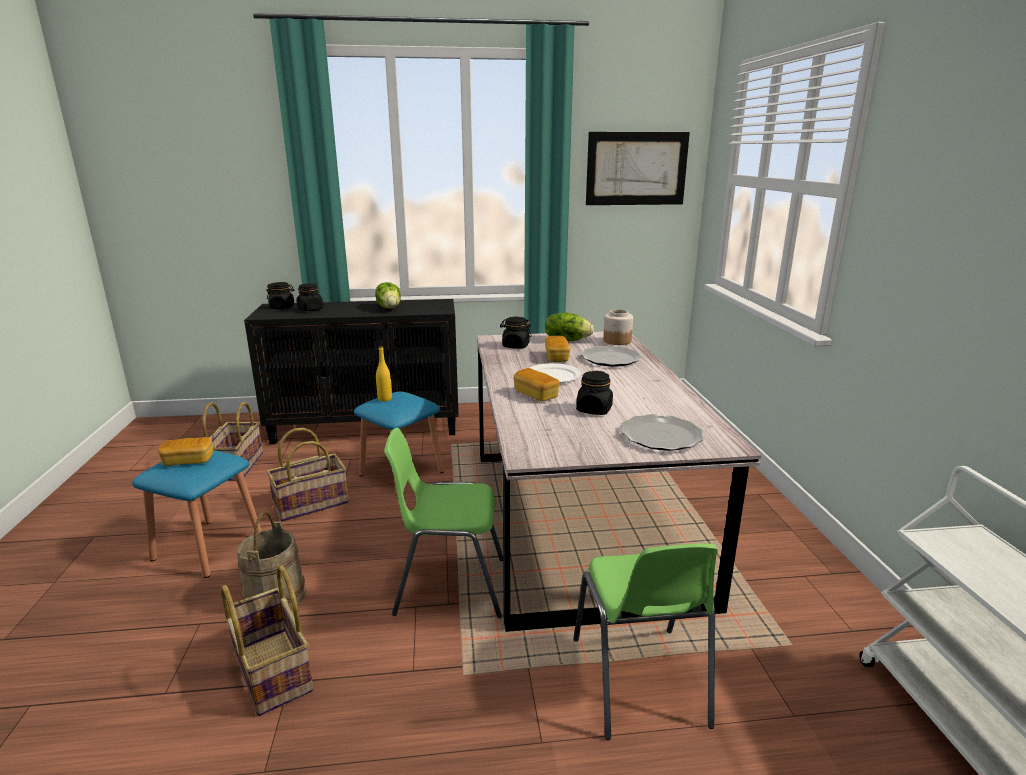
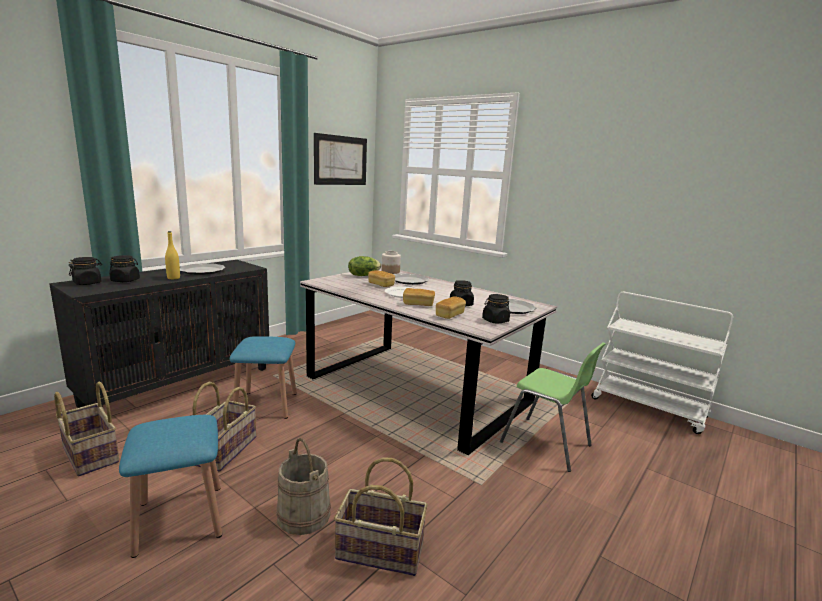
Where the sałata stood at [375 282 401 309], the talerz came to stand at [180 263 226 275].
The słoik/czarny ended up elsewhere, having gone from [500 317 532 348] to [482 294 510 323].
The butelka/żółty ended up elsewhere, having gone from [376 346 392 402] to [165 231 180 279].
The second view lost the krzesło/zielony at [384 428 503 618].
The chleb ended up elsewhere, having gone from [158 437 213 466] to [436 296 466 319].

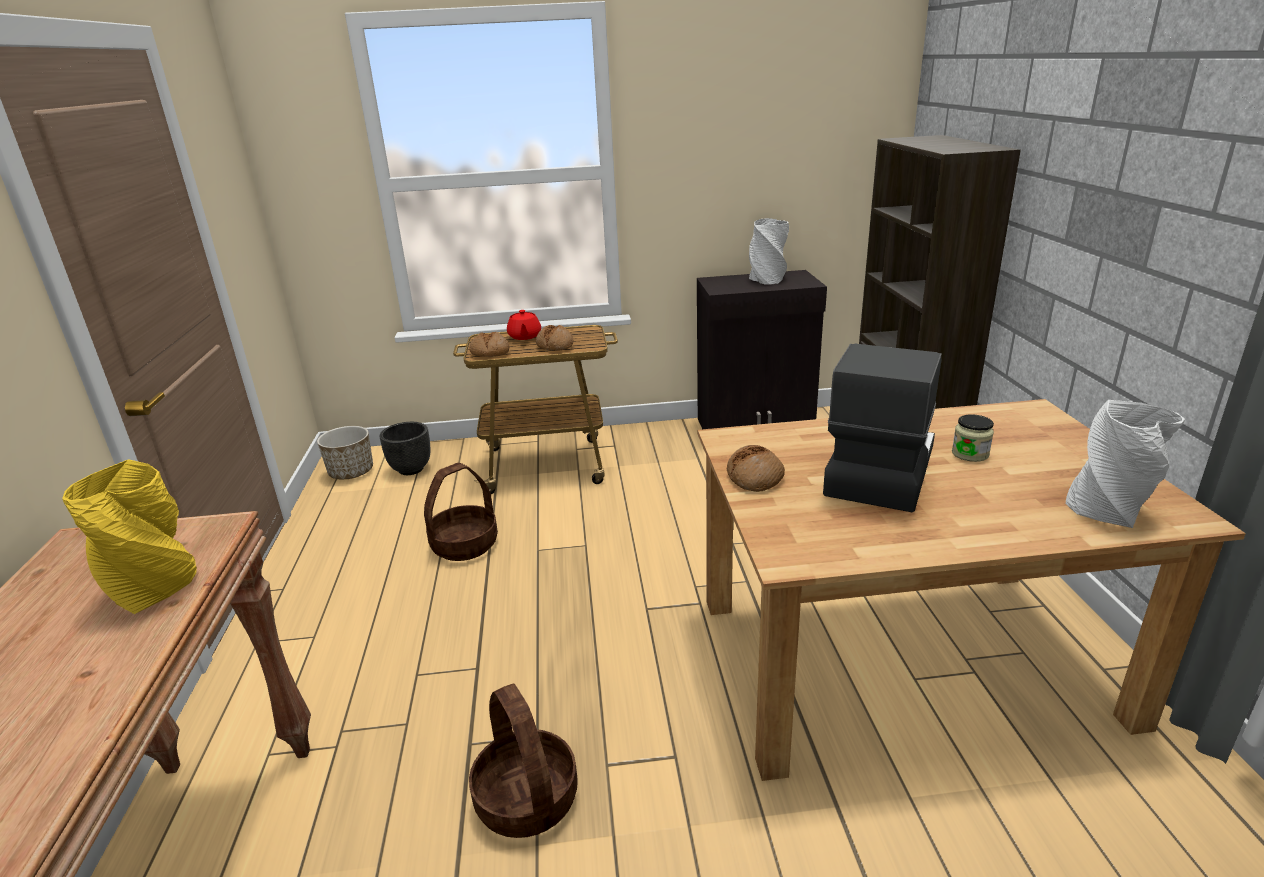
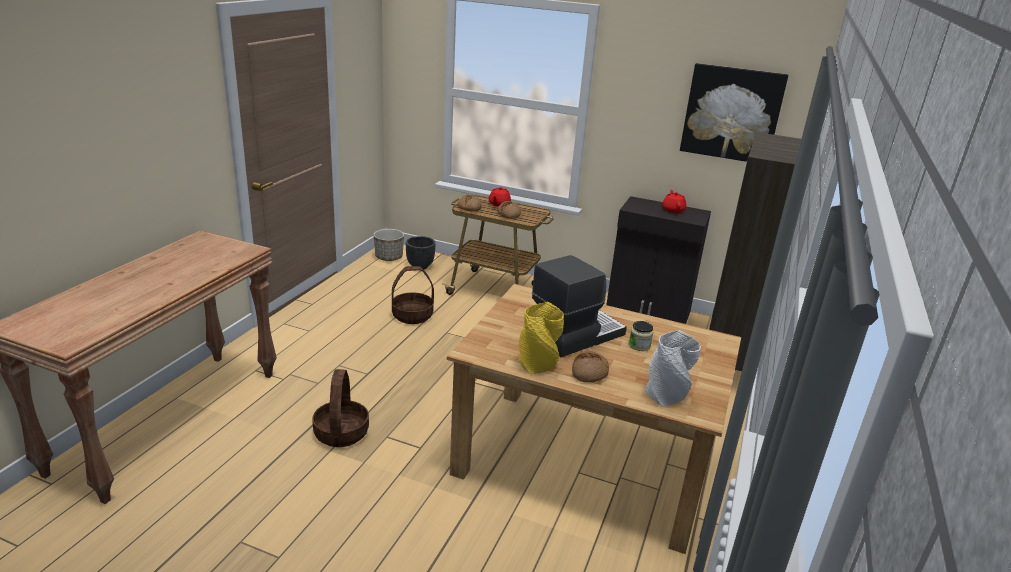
Where the wazon/szary stood at [749 218 789 285], the imbryk/czerwony came to stand at [662 190 687 213].
The chleb ended up elsewhere, having gone from [727 445 785 492] to [572 351 609 382].
The wazon/żółty ended up elsewhere, having gone from [62 459 197 614] to [518 302 564 375].
The second view gained the obraz at [680 63 788 162].

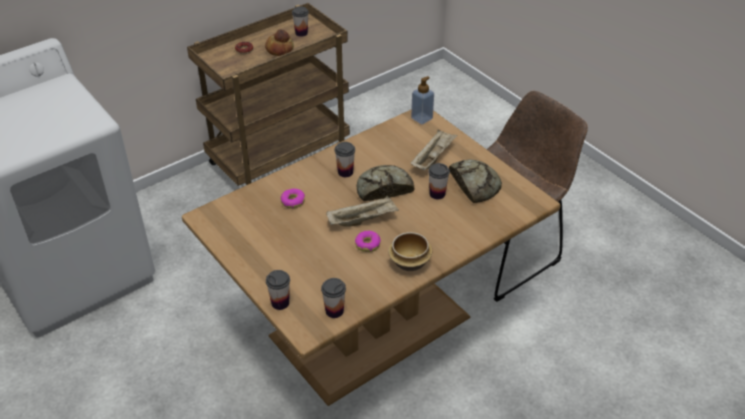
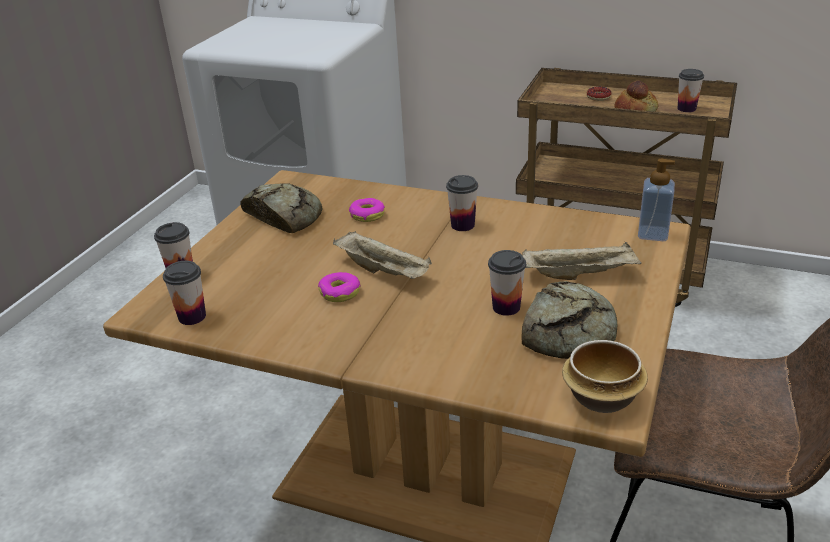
The chleb ended up elsewhere, having gone from [357 165 414 201] to [241 183 322 233].
The miska ended up elsewhere, having gone from [388 232 433 271] to [562 340 648 413].

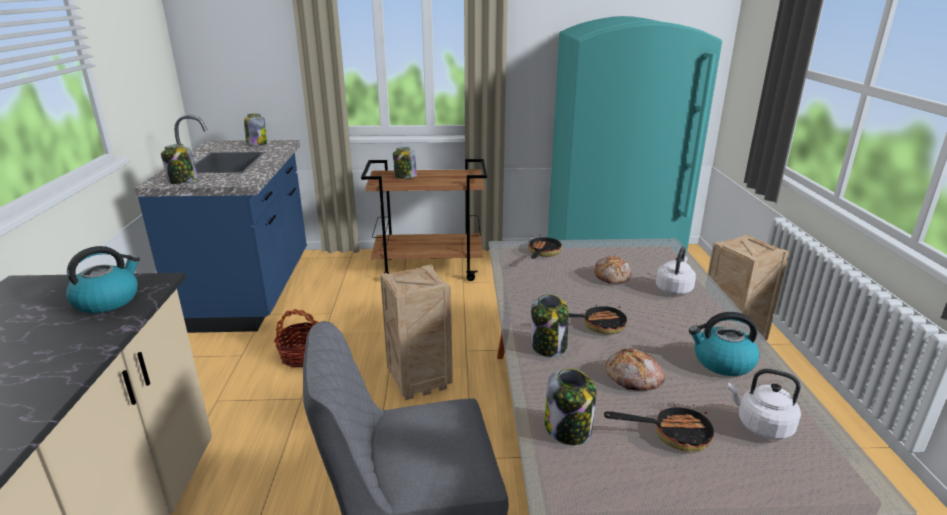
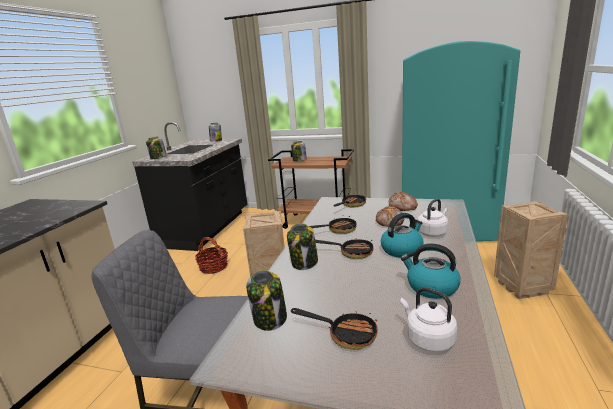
What was the zabudowa kuchenna/niebieski at [135 115 307 333] turned into the zabudowa kuchenna/czarny at [132 122 247 251].
The czajnik ended up elsewhere, having gone from [66 246 140 313] to [381 213 424 258].
The chleb ended up elsewhere, having gone from [605 348 665 391] to [389 192 418 211].
The second view gained the patelnia at [309 216 357 234].

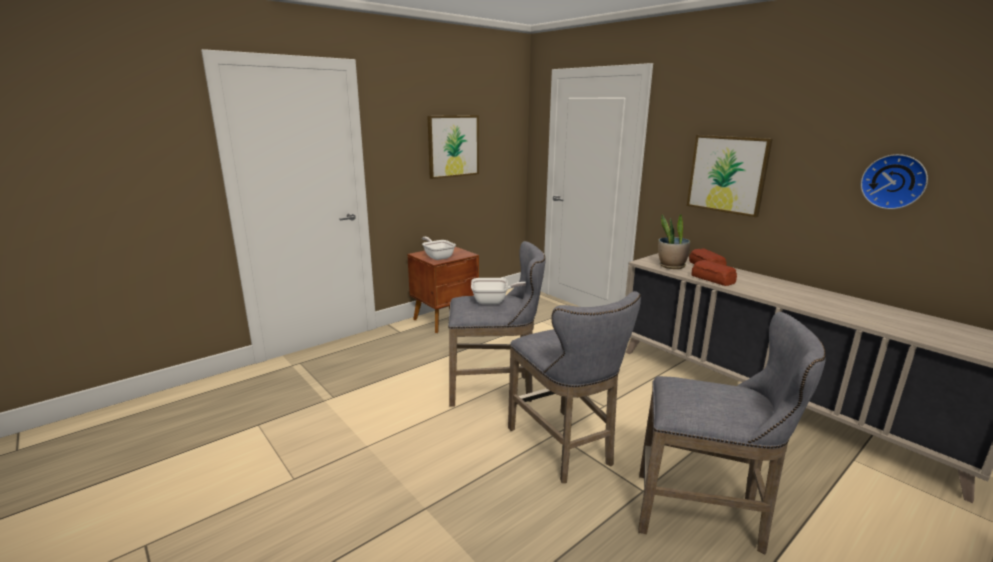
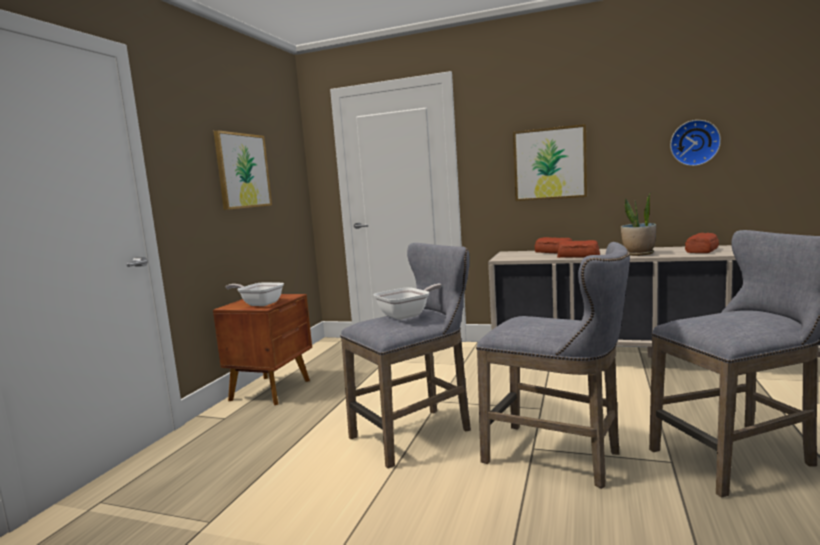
The roślina doniczkowa ended up elsewhere, having gone from [658 214 690 269] to [621 194 656 256].
The second view gained the chleb at [685 233 719 253].

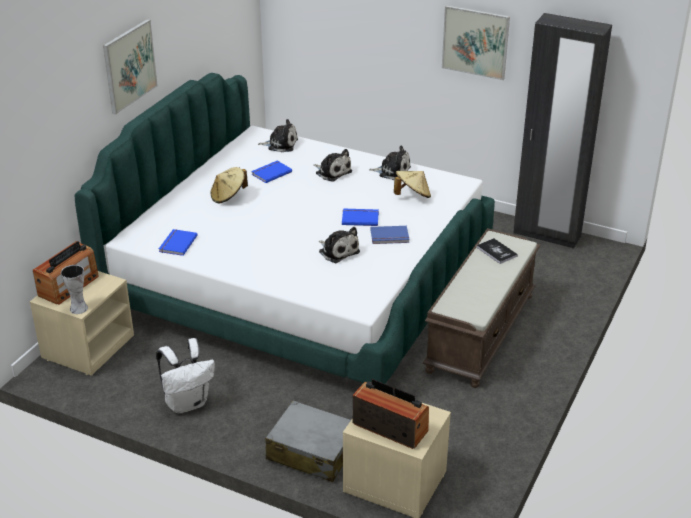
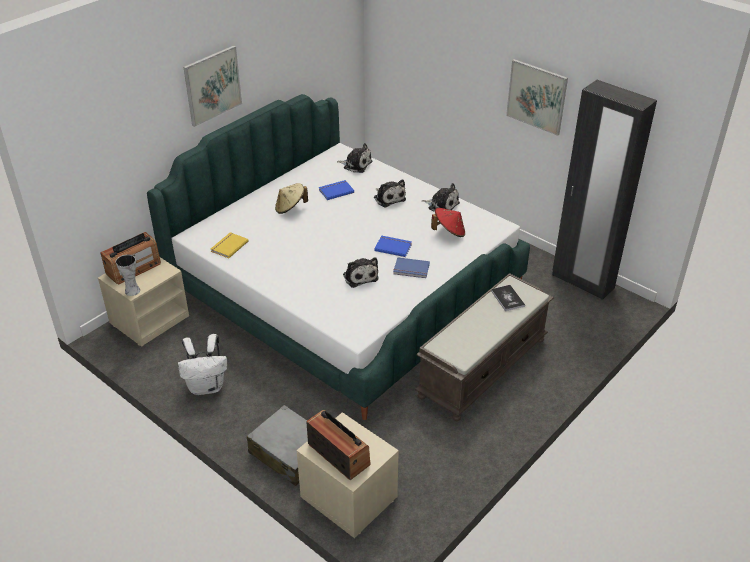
What was the kapelusz/beżowy at [394 171 431 198] turned into the kapelusz/czerwony at [431 208 465 237].
What was the książka/niebieski at [159 229 197 256] turned into the książka/żółty at [211 232 248 258].

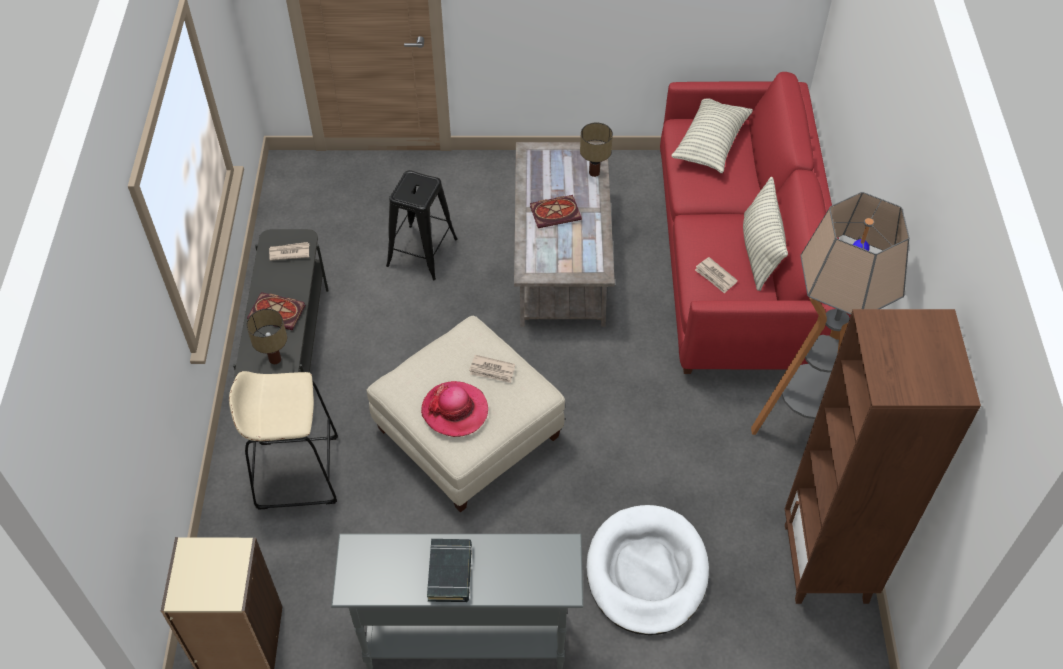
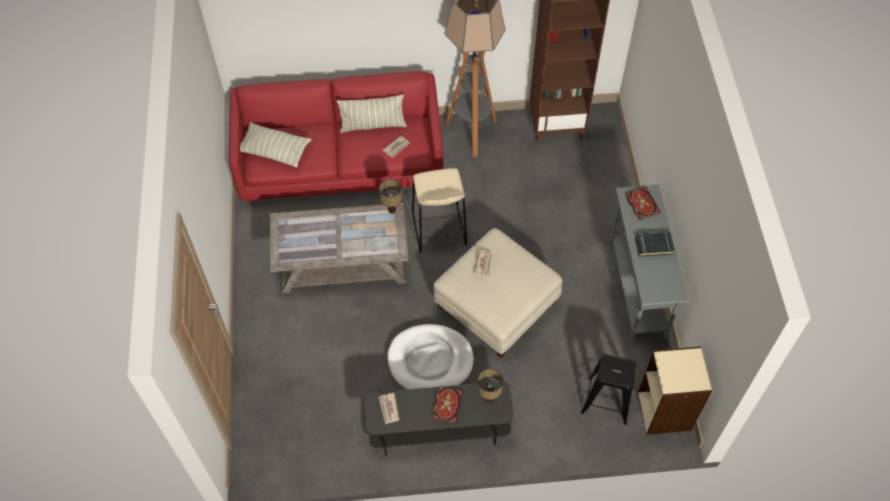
The lampa stołowa ended up elsewhere, having gone from [580 123 613 177] to [379 179 402 213].
The stołek/czarny ended up elsewhere, having gone from [386 170 458 280] to [581 354 636 425].
The książka ended up elsewhere, having gone from [530 195 582 228] to [625 187 661 220].
The stołek/beżowy ended up elsewhere, having gone from [229 371 338 510] to [412 168 467 253].
The second view lost the kapelusz at [421 381 488 437].
The legowisko/biały ended up elsewhere, having gone from [586 505 709 635] to [387 324 474 390].

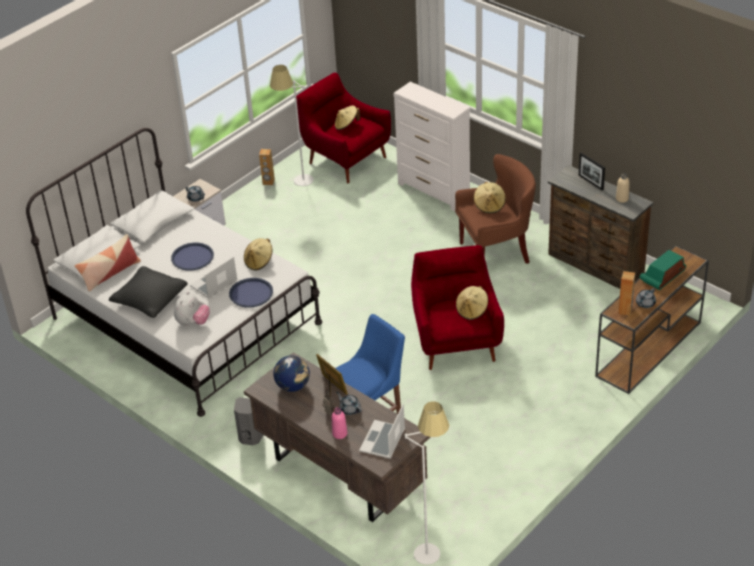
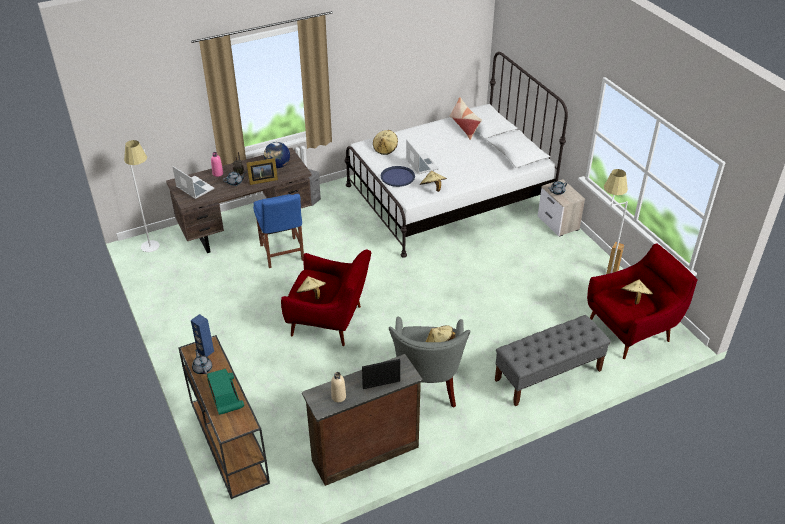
Where the komoda/biały stood at [393 82 470 211], the ławka/szary came to stand at [495 315 611 406].
What was the fotel/brązowy at [455 154 536 264] turned into the fotel/szary at [389 317 470 408].
The second view lost the taca/niebieski at [171 243 214 271].
The second view lost the poduszka/czarny at [109 266 188 318].
What was the głośnik/brązowy at [618 271 635 316] turned into the głośnik/niebieski at [191 314 214 357].
Where the pluszak stood at [174 292 210 326], the kapelusz/beżowy came to stand at [373 130 398 155].

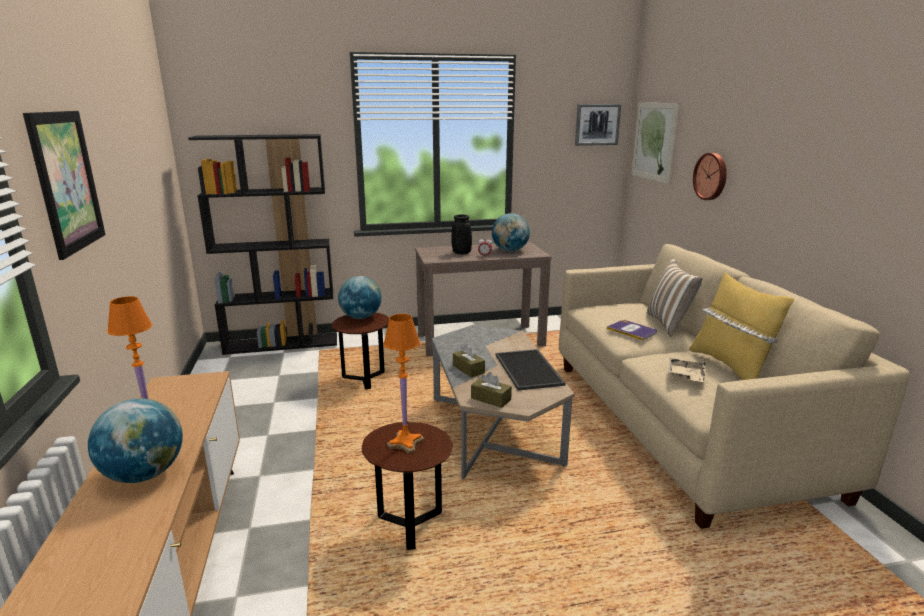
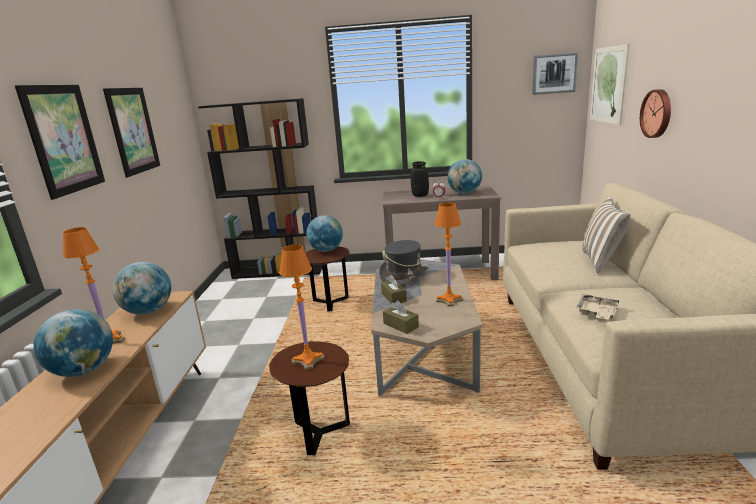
The second view lost the poduszka/żółty at [689 272 794 380].
The second view lost the książka at [607 320 657 340].
Where the taca stood at [496 349 566 391], the lampa stołowa/pomarańczowy came to stand at [434 203 463 306].
The second view gained the obraz at [103 88 160 178].
The second view gained the kapelusz/szary at [379 240 428 285].
The second view gained the globus at [112 262 171 315].

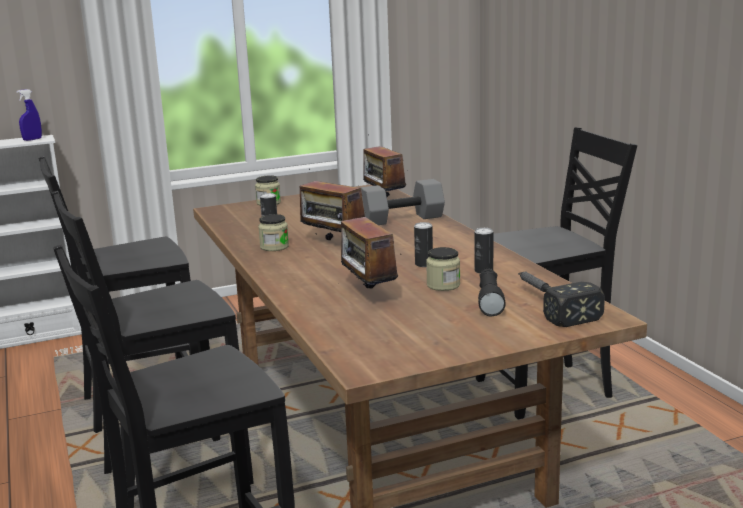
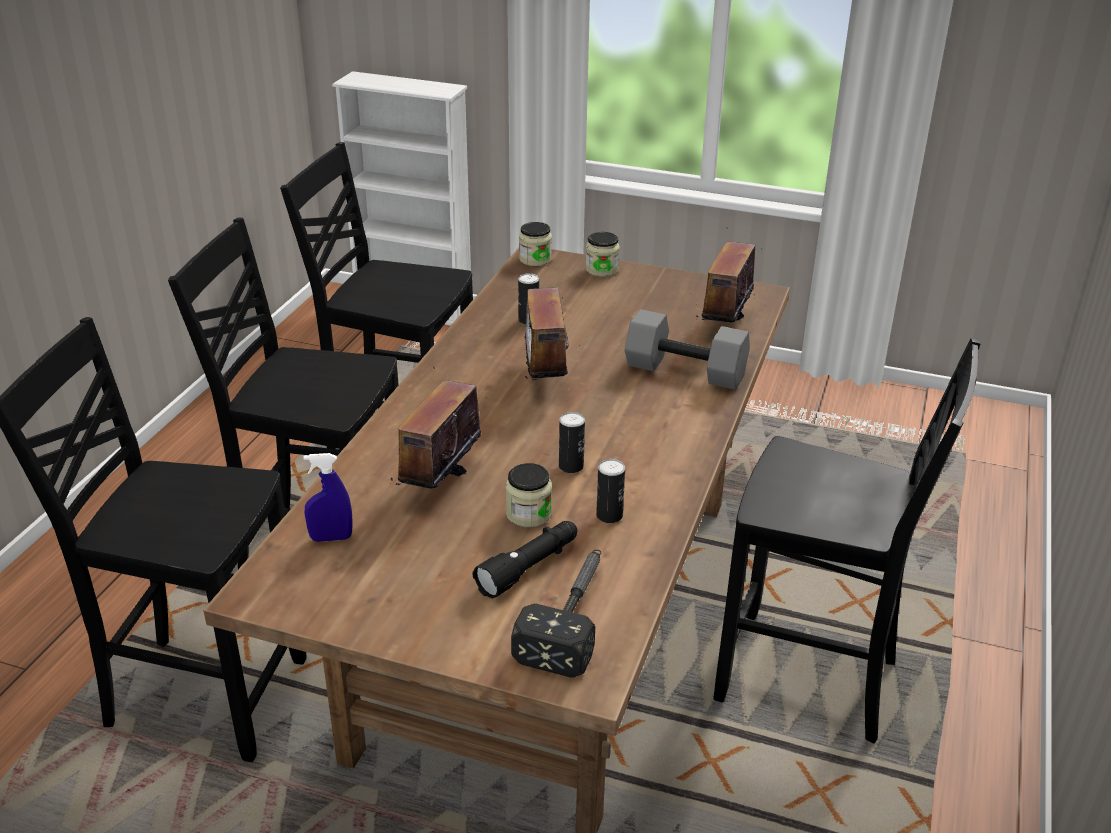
The spryskiwacz/niebieski ended up elsewhere, having gone from [17 89 42 141] to [304 453 353 542].
The słoik ended up elsewhere, having gone from [258 214 289 251] to [519 222 552 266].

